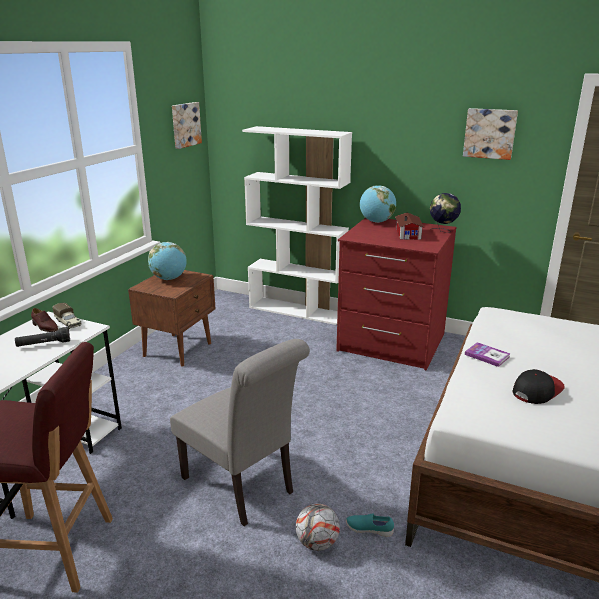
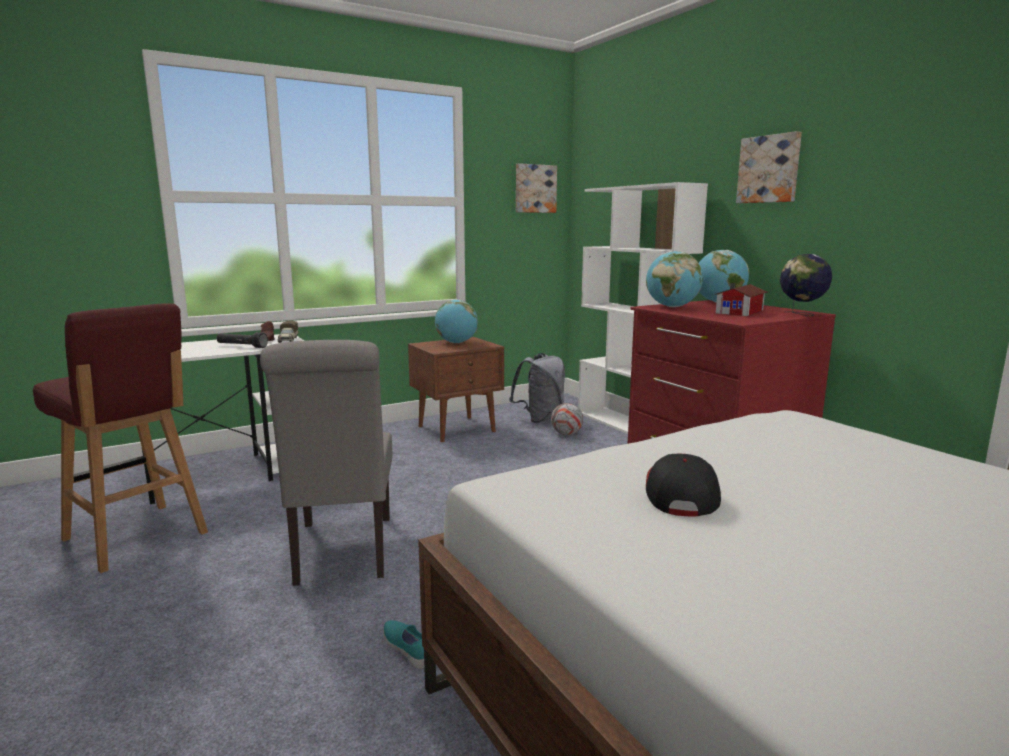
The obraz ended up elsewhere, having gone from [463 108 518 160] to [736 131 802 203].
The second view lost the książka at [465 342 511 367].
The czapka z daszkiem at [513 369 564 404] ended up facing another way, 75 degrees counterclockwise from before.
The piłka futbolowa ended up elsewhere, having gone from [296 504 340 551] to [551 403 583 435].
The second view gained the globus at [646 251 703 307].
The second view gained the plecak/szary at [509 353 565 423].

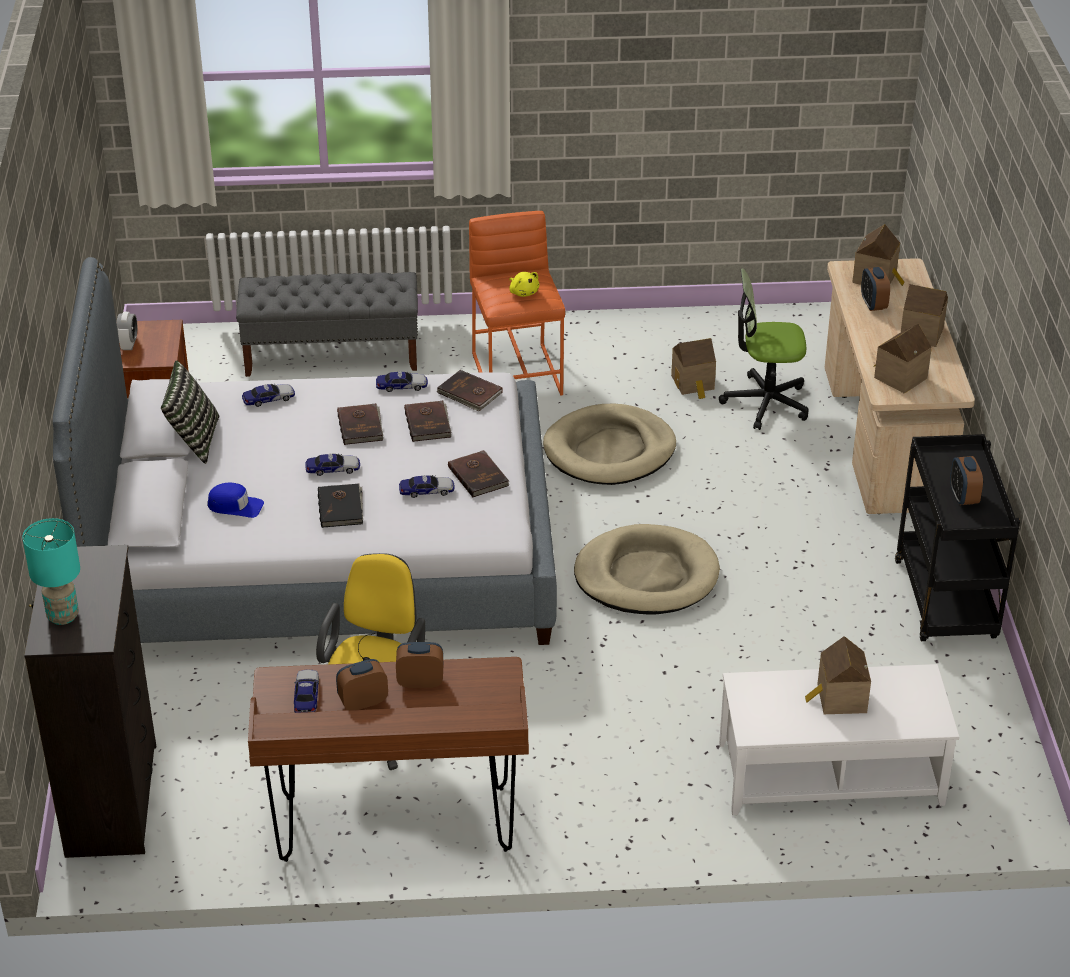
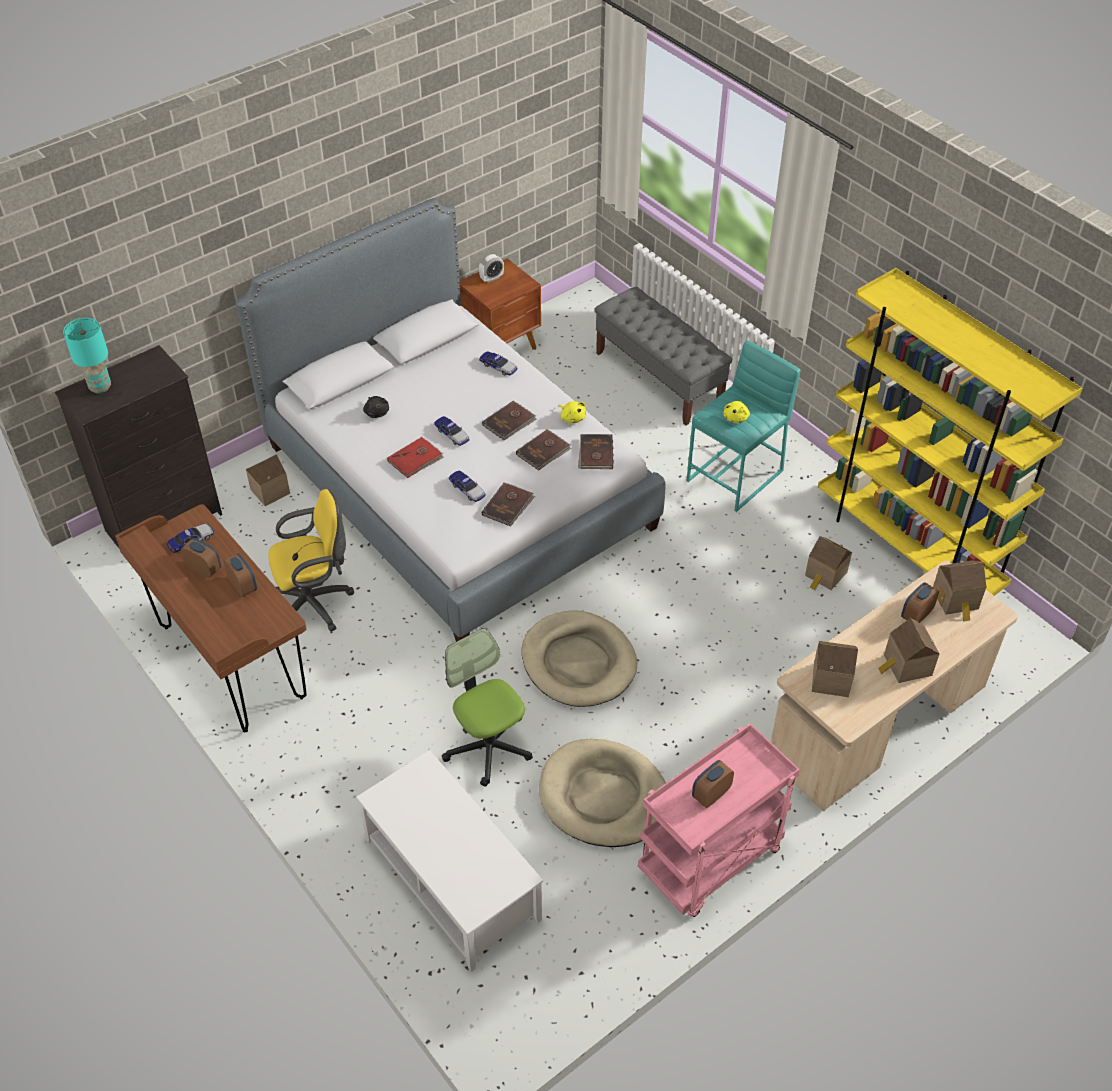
What was the stołek/pomarańczowy at [469 211 565 396] turned into the stołek/turkusowy at [686 341 800 512].
The krzesło biurowe ended up elsewhere, having gone from [719 268 809 430] to [442 629 533 786].
The second view lost the poduszka at [161 360 219 464].
Where the samochodzik stood at [376 371 428 392], the pluszak/żółty came to stand at [558 401 586 424].
The legowisko/beżowy ended up elsewhere, having gone from [543 404 676 485] to [539 739 666 847].
What was the wózek/czarny at [895 434 1020 641] turned into the wózek/różowy at [638 723 800 917].
Where the czapka z daszkiem/niebieski stood at [207 483 264 518], the pluszak/czarny came to stand at [363 396 389 418].
What was the książka/czarny at [318 483 363 528] turned into the książka/czerwony at [387 437 444 478].
The domek ended up elsewhere, having gone from [805 636 871 714] to [246 454 290 506].
The second view gained the regał/żółty at [818 268 1082 596].

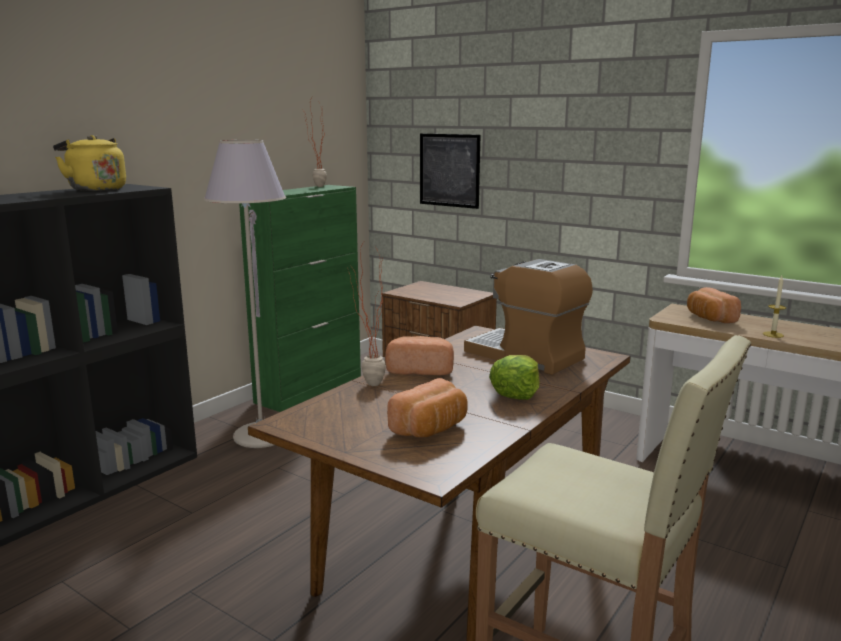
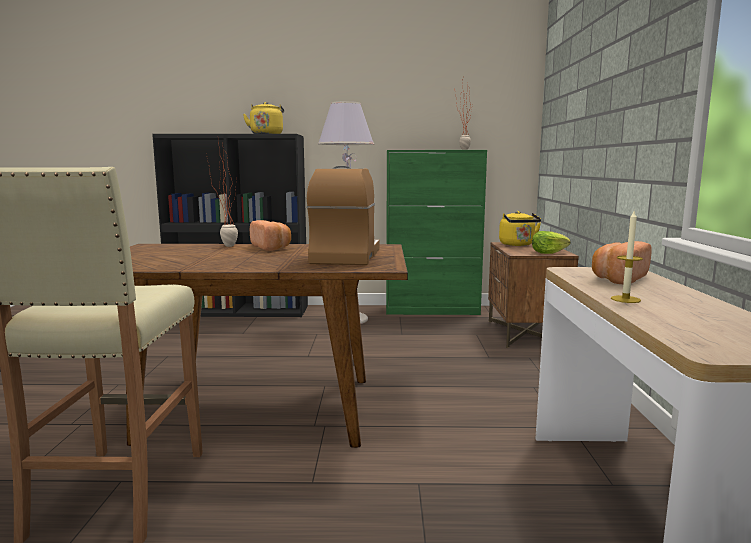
The second view lost the obraz at [420 134 480 209].
The sałata ended up elsewhere, having gone from [489 355 540 400] to [532 231 571 254].
The second view lost the chleb at [387 378 467 437].
The second view gained the czajnik/żółty at [499 211 541 246].

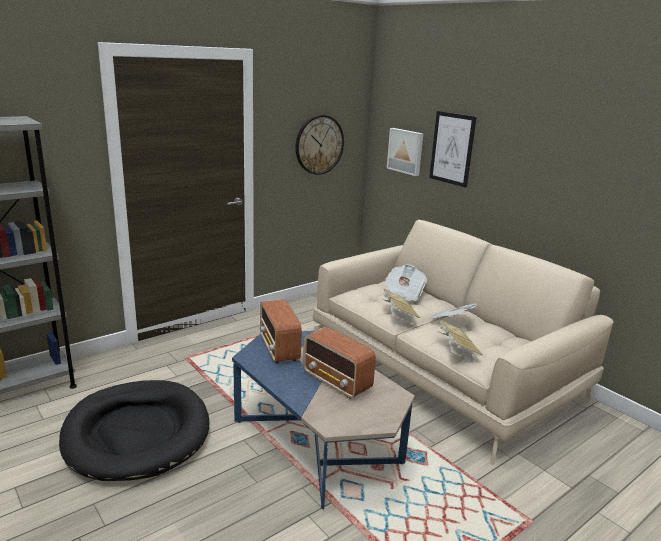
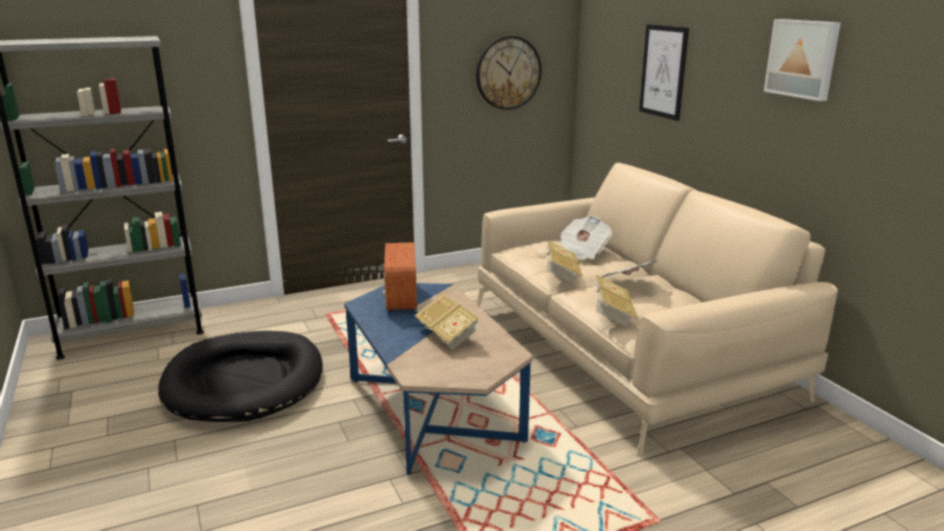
The obraz ended up elsewhere, having gone from [387 128 423 176] to [764 19 841 101].
Where the radio stood at [303 327 376 399], the książka came to stand at [414 293 481 350].

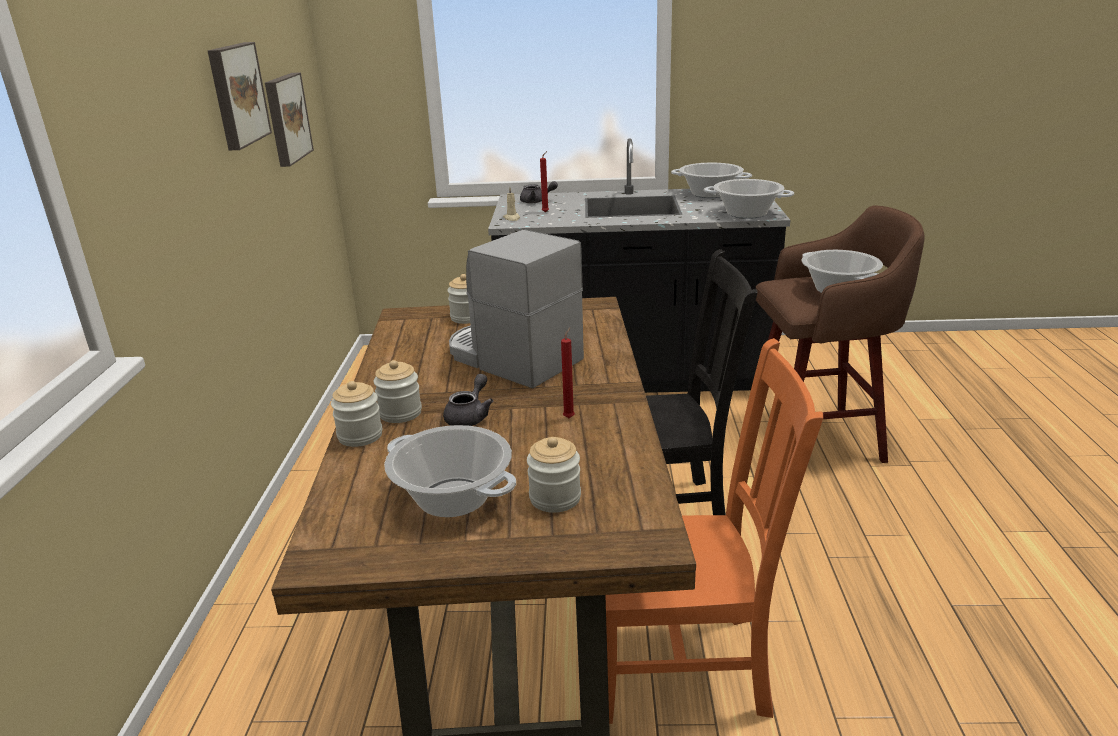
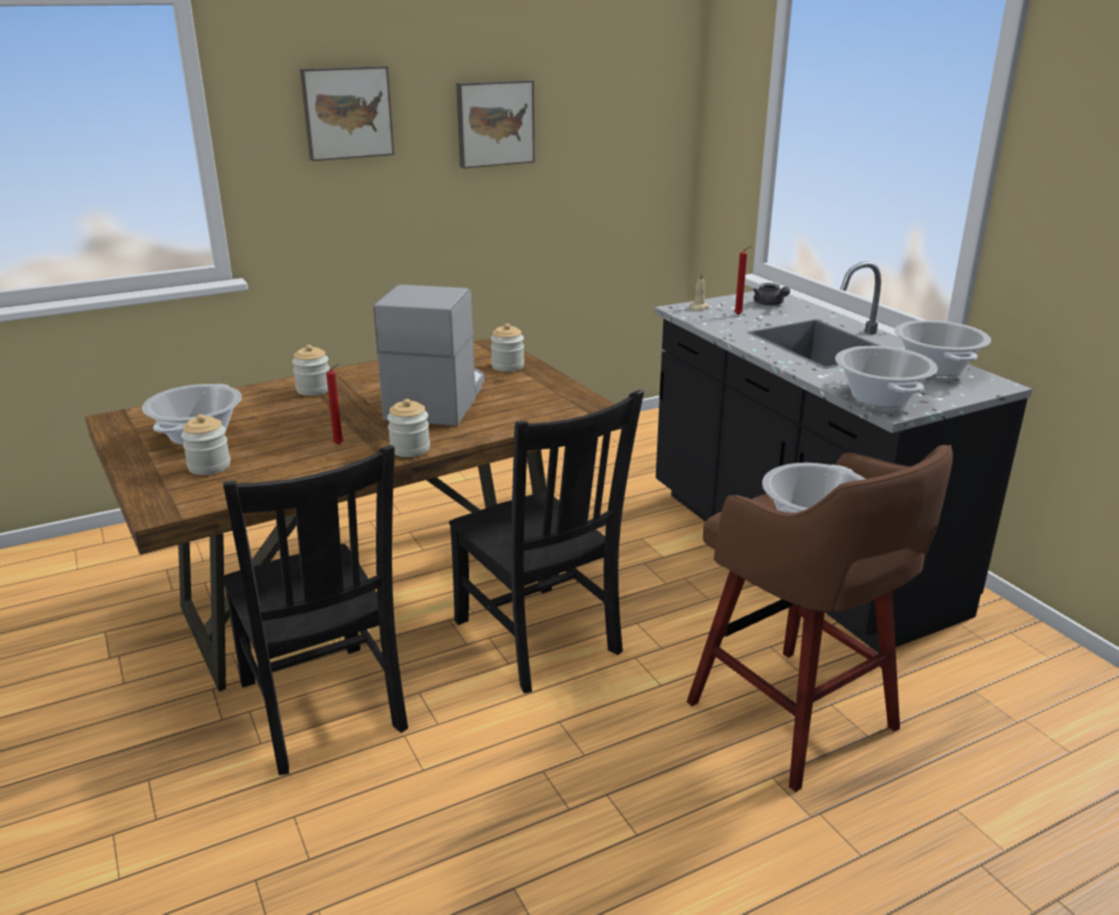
The obraz ended up elsewhere, having gone from [265 72 314 167] to [300 66 394 161].
What was the krzesło/pomarańczowy at [605 338 823 724] turned into the krzesło/czarny at [223 445 408 775].
The second view lost the imbryk/szary at [443 374 493 426].
The słoik ended up elsewhere, having gone from [331 381 382 447] to [387 399 430 457].

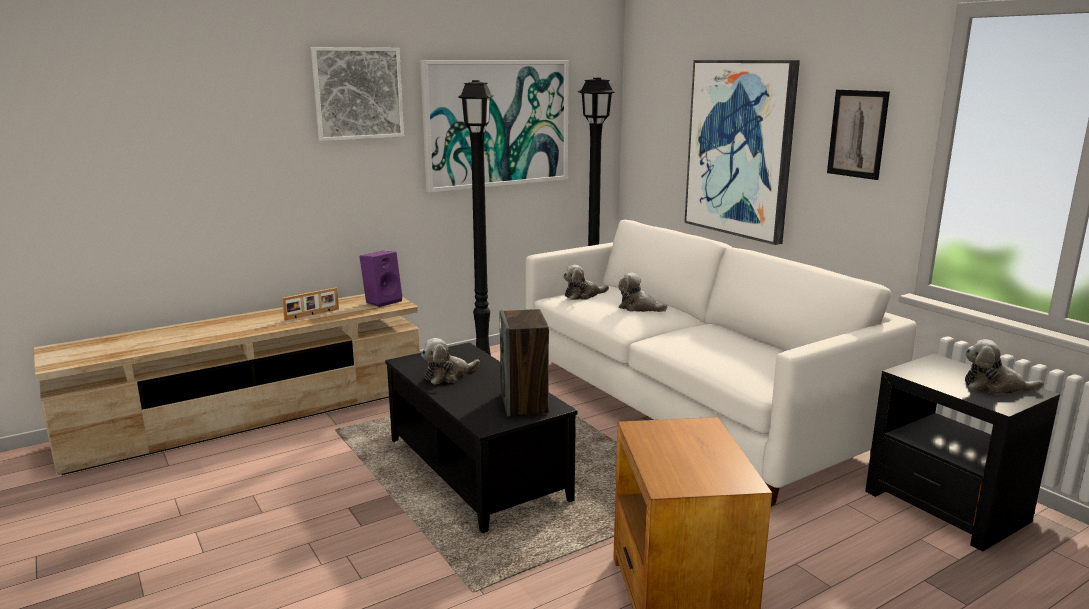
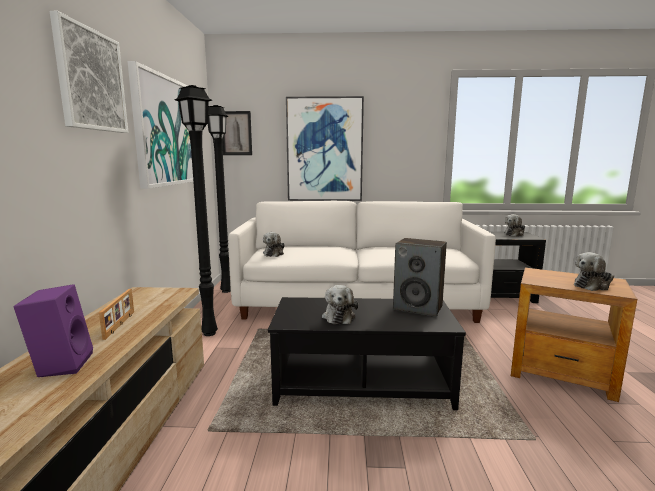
The obraz ended up elsewhere, having gone from [827 89 890 180] to [223 111 252 155].
The głośnik/fioletowy ended up elsewhere, having gone from [359 251 403 307] to [14 284 93 377].
The pluszak ended up elsewhere, having gone from [618 273 668 312] to [574 252 614 291].

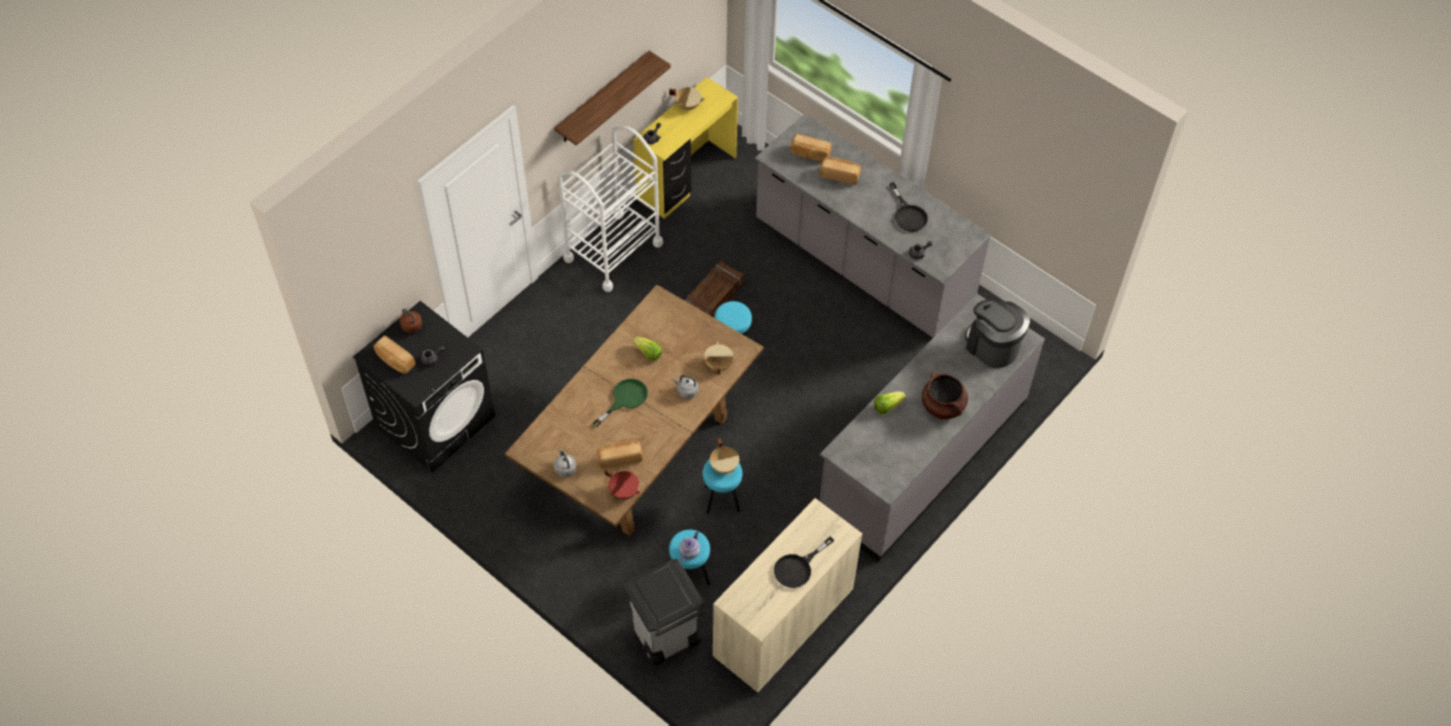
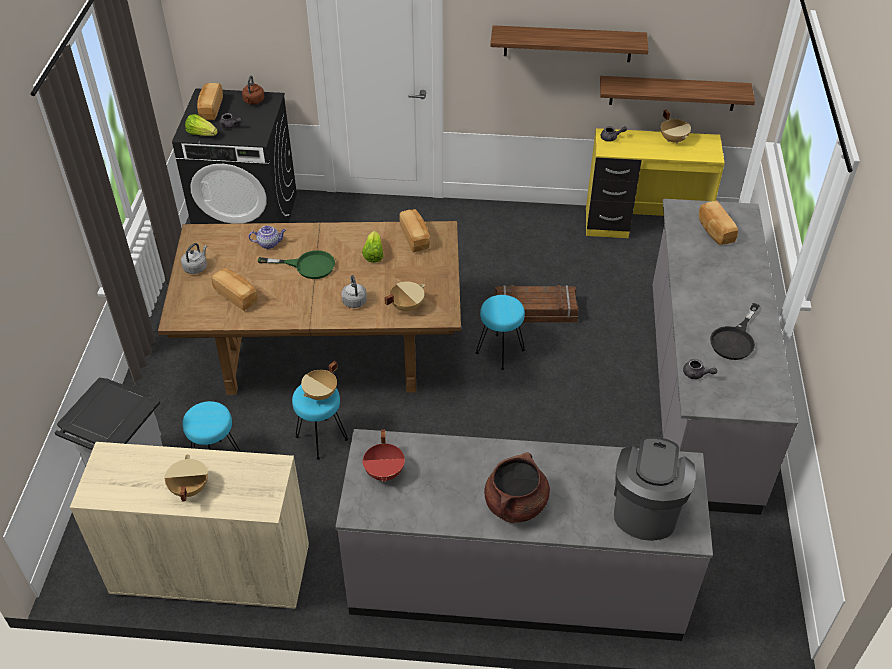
The second view lost the wózek/biały at [558 126 663 292].
The chleb ended up elsewhere, having gone from [819 157 861 185] to [399 209 430 253].
The sałata ended up elsewhere, having gone from [874 392 906 415] to [185 114 218 136].
The garnek/czerwony ended up elsewhere, having gone from [604 469 640 499] to [362 429 405 482].
The imbryk ended up elsewhere, having gone from [679 531 700 562] to [249 225 286 249].
Where the patelnia/czarny stood at [774 537 834 588], the garnek/beżowy came to stand at [164 454 208 502].
The second view gained the półka at [600 76 755 111].

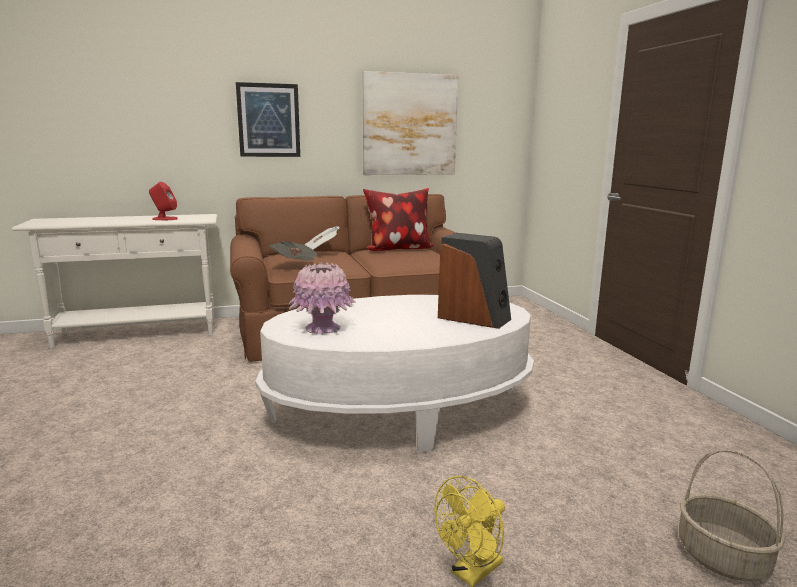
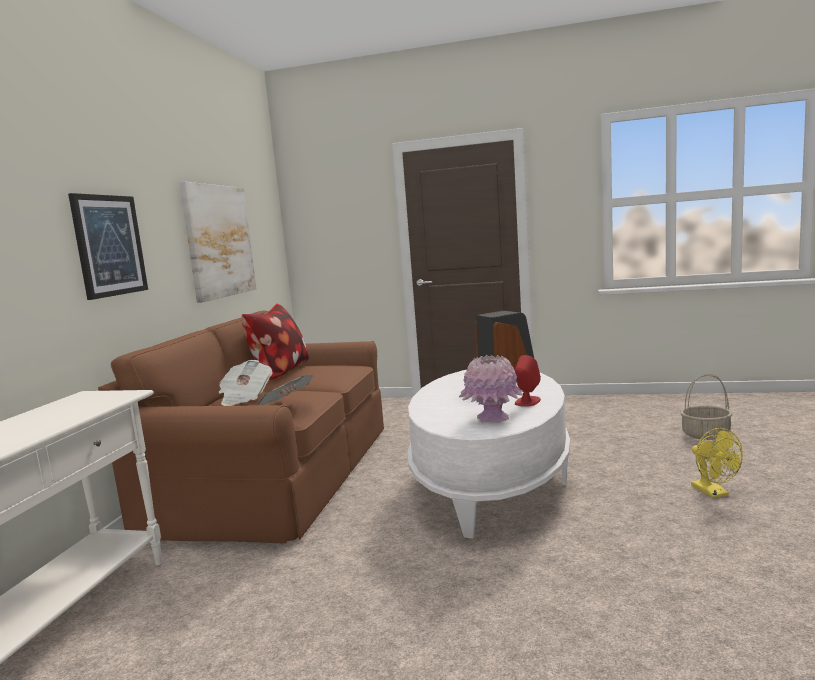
The głośnik/czerwony ended up elsewhere, having gone from [149 182 178 220] to [515 355 541 407].

